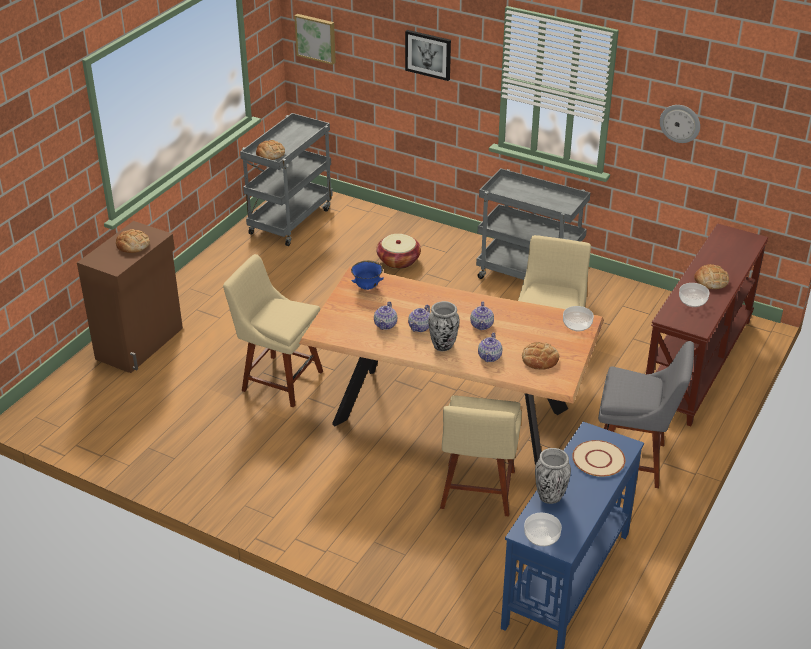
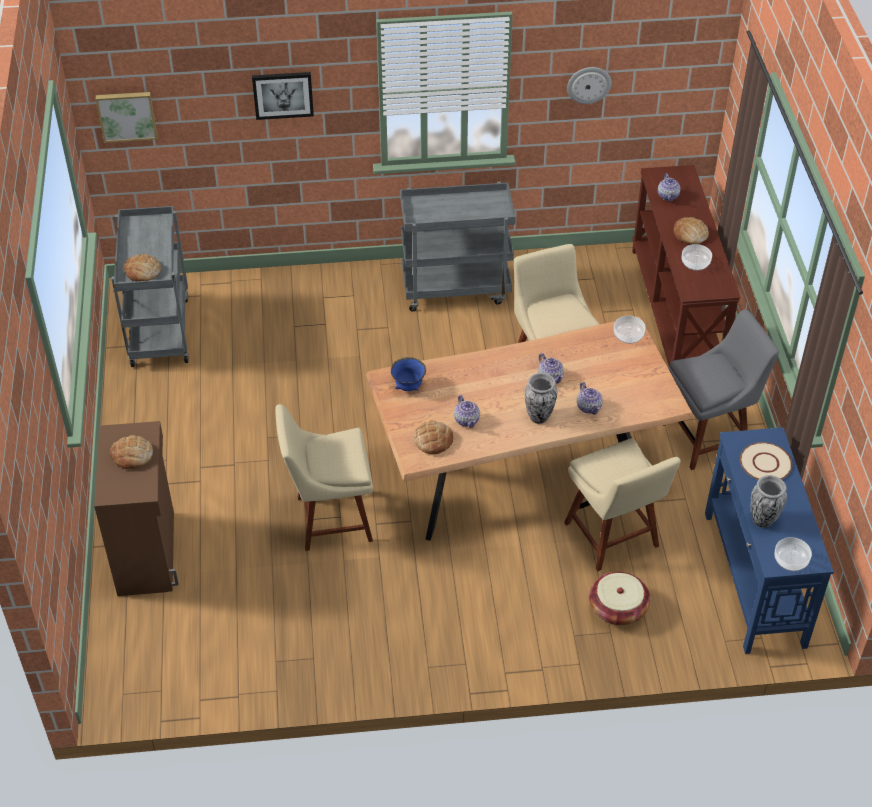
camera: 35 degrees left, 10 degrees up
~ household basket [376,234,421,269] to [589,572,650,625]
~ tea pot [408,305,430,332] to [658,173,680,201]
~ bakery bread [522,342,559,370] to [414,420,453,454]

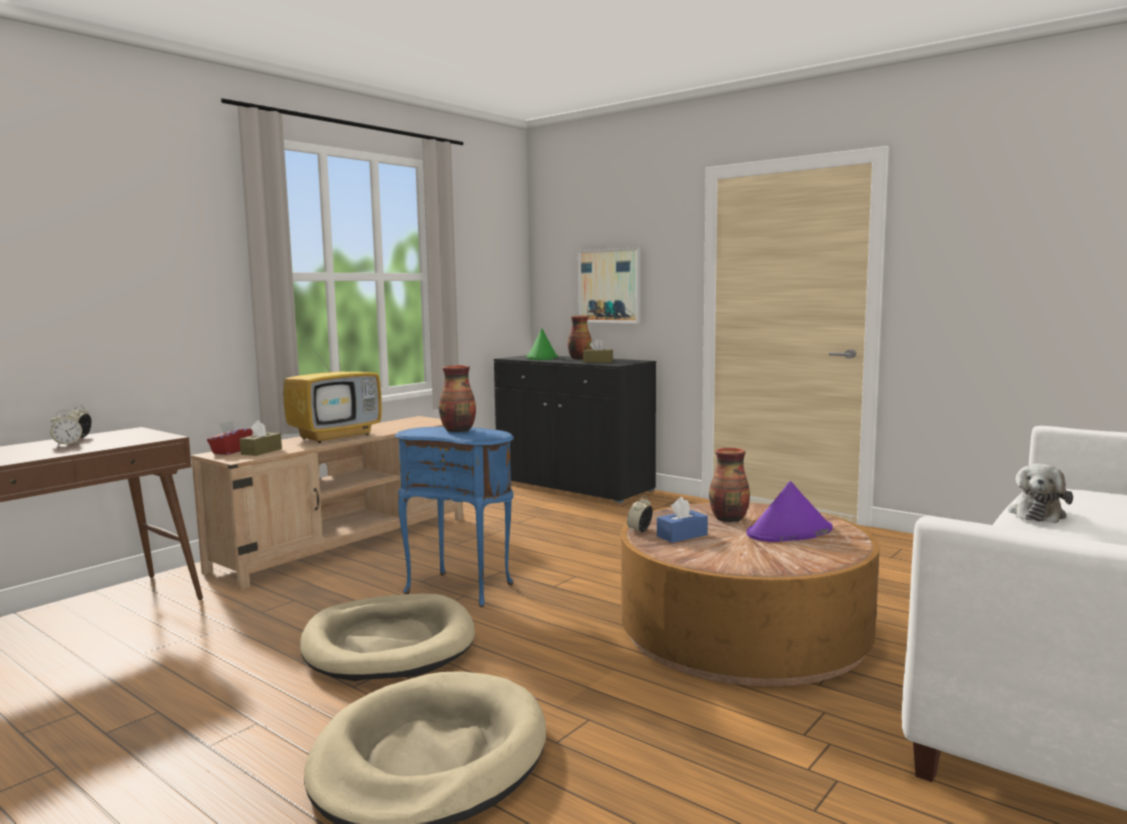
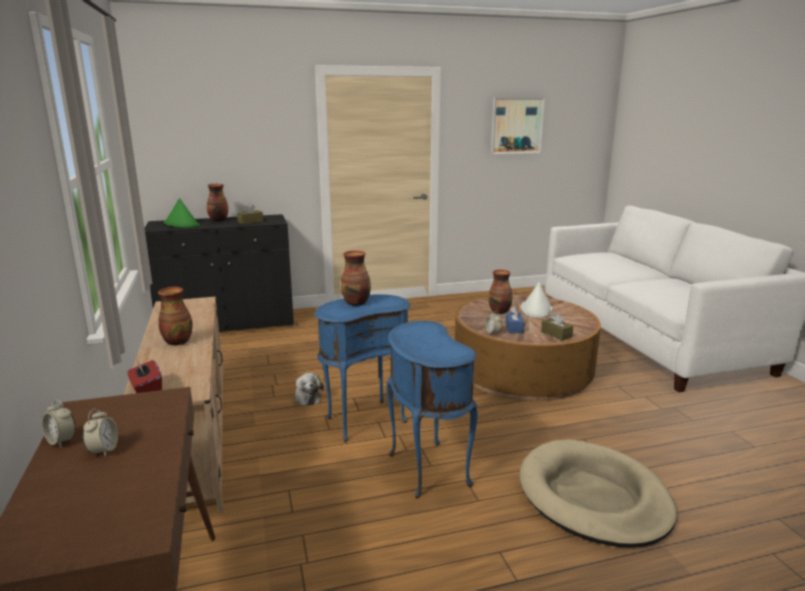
camera: 55 degrees left, 10 degrees up
~ box of tissues/brown [240,420,282,456] to [541,312,573,341]
~ television [283,326,382,443] to flower vase [158,287,193,345]
~ pet bed/sand-coloured [300,594,475,681] to end table/blue [387,321,478,498]
~ wall picture [578,247,641,324] to [491,97,545,154]
~ wearable hat/purple [747,481,833,542] to wearable hat/white-coloured [521,282,552,318]
~ soft toy [1008,463,1073,523] to [294,373,324,406]

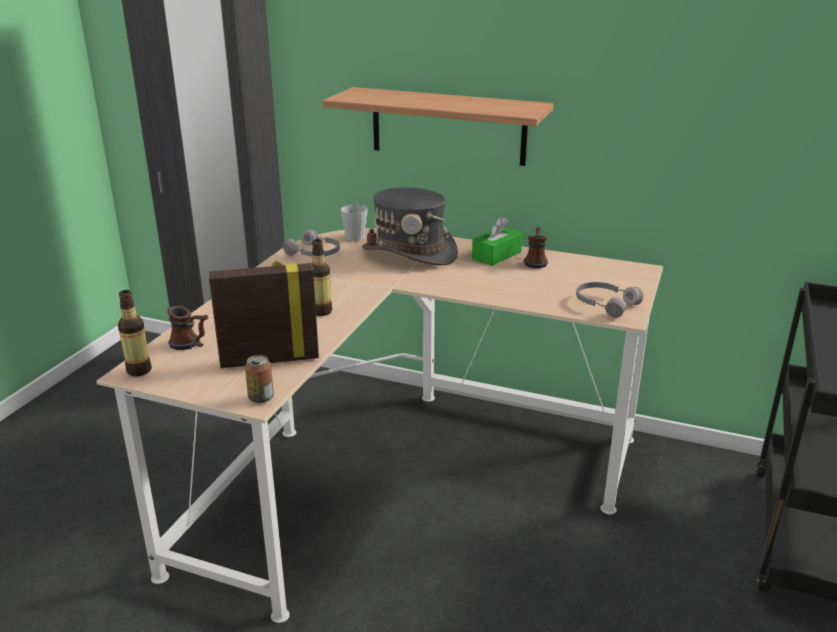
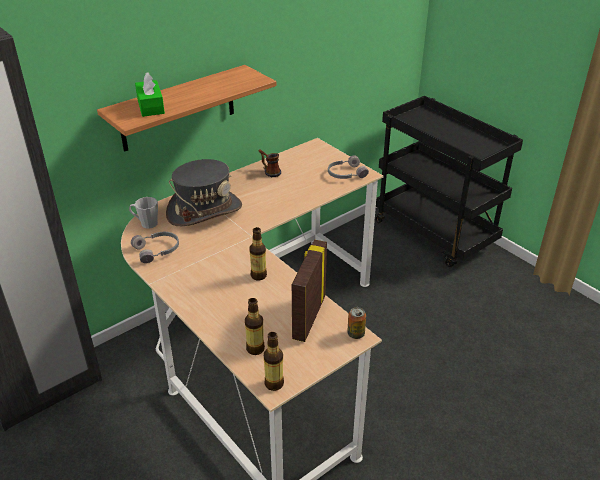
camera: 60 degrees left, 10 degrees up
~ mug [167,306,208,350] to bottle [245,298,265,355]
~ box of tissues/green [472,217,522,266] to [135,72,165,117]

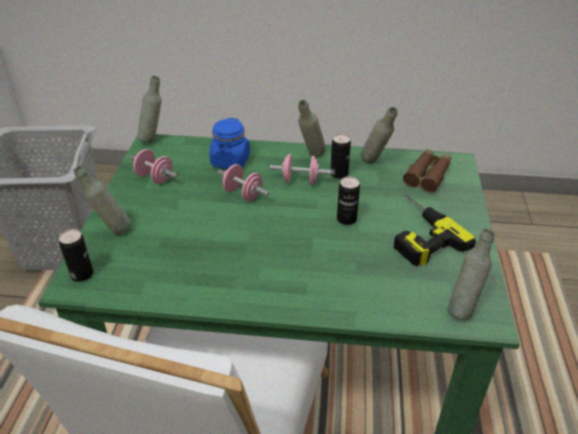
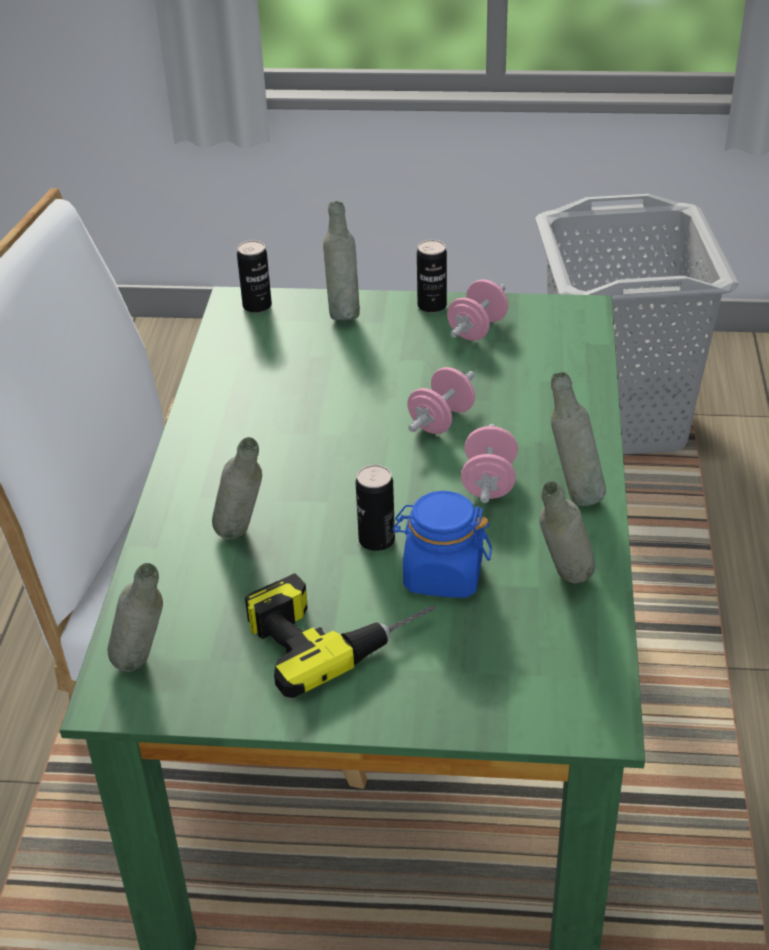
camera: 90 degrees right, 0 degrees up
~ bottle/gray [137,76,161,143] to [212,437,262,540]
~ preserve jar/blue [209,118,250,169] to [393,491,492,598]
~ can [330,134,351,179] to [417,240,447,313]
- binoculars/brown [403,149,452,193]

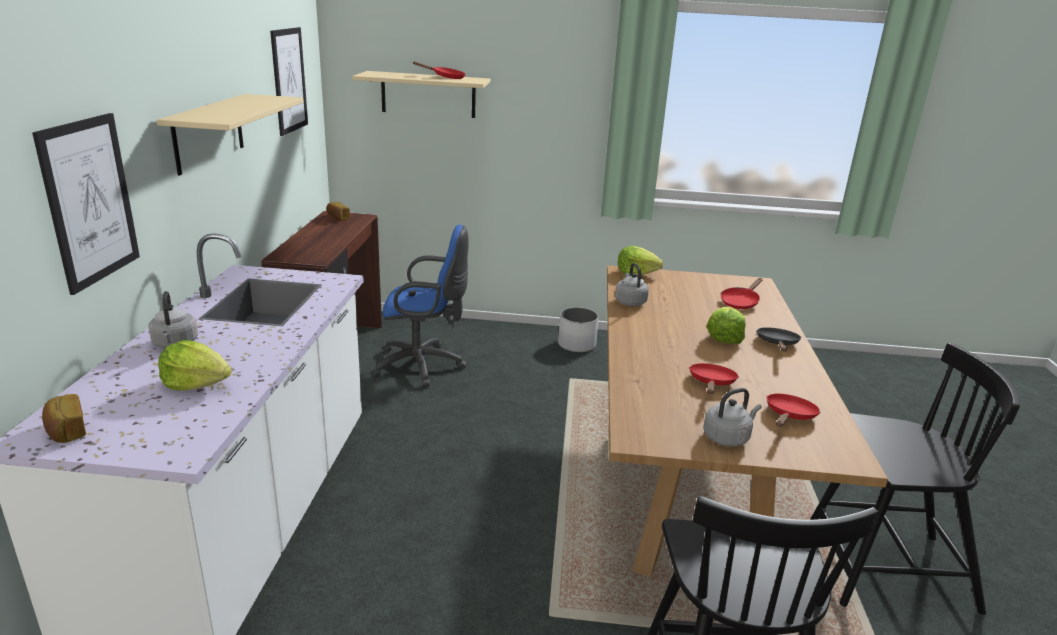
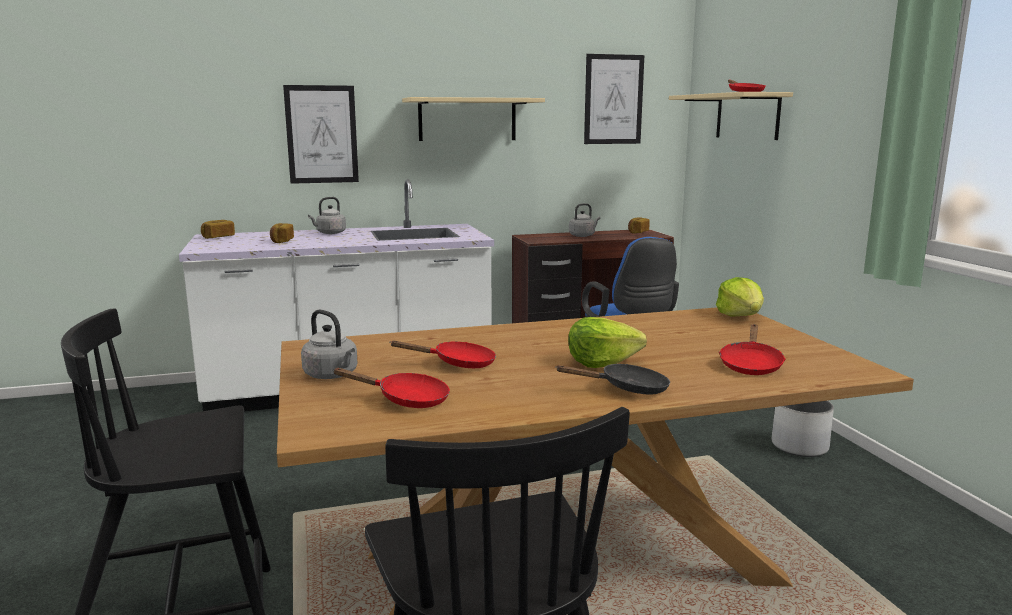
camera: 70 degrees right, 10 degrees down
~ head of lettuce [158,340,232,391] to bakery bread [270,223,294,243]
~ tea kettle/gray [615,263,649,306] to [569,203,600,237]
~ pan/reddish [721,278,762,309] = [719,324,786,375] 90 degrees counterclockwise

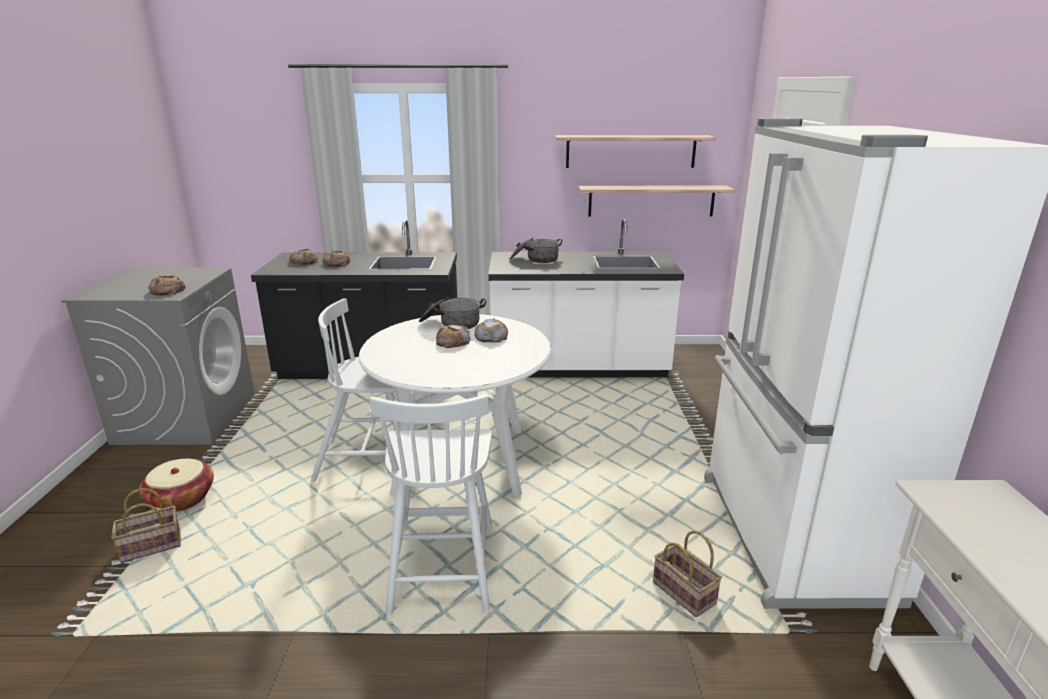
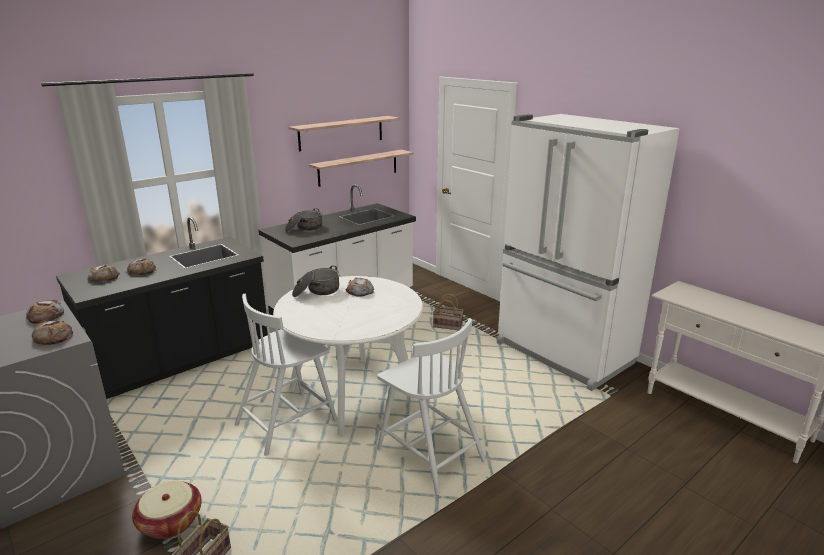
camera: 40 degrees left, 0 degrees up
~ bakery bread [436,325,470,348] to [26,300,64,323]
~ household basket [653,531,722,617] to [433,294,464,330]

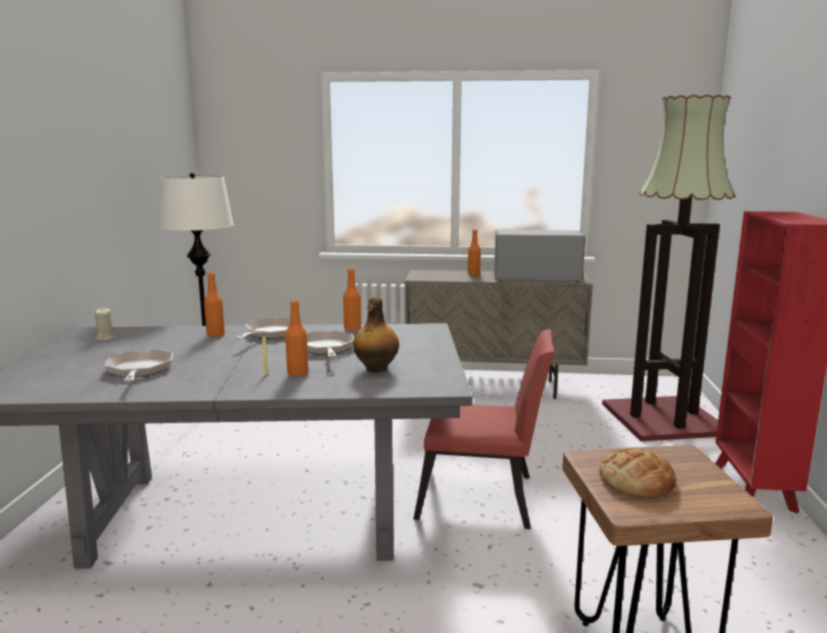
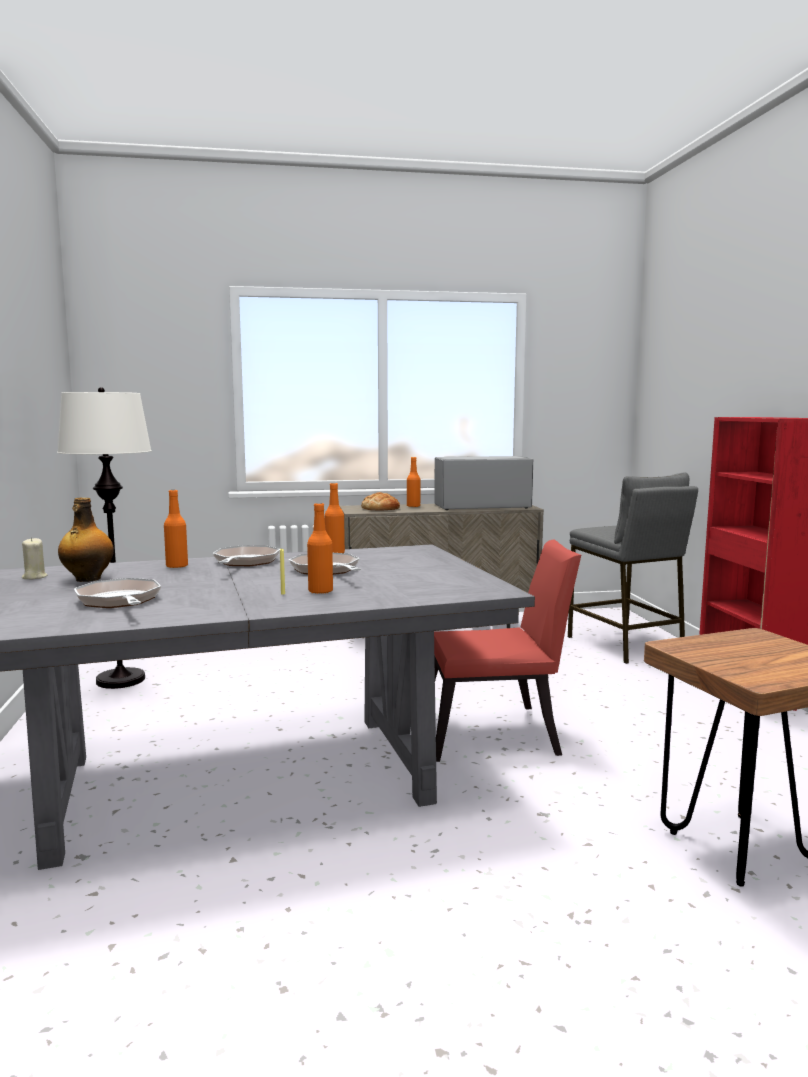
camera: 15 degrees left, 5 degrees down
~ bottle [353,297,399,373] to [58,498,114,582]
~ bakery bread [599,448,676,497] to [361,492,400,511]
~ standard lamp [602,95,736,441] to sitting stool/gray [568,473,698,664]

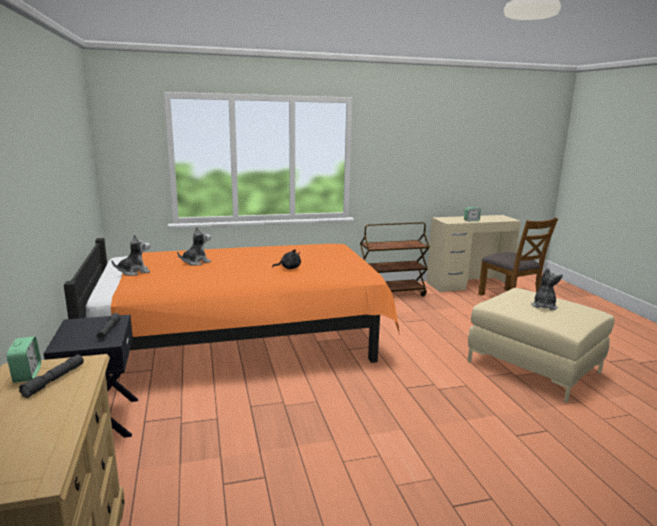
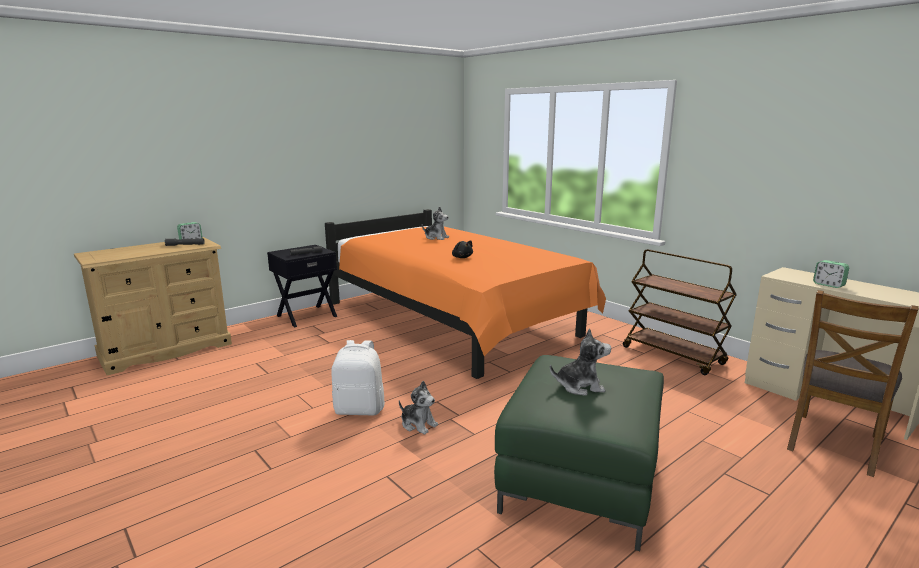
camera: 65 degrees right, 0 degrees up
~ soft toy [111,234,150,276] to [399,381,438,434]
~ footrest/sand-coloured [468,288,615,403] to footrest/green [494,355,664,551]
+ knapsack/white-coloured [331,340,385,415]

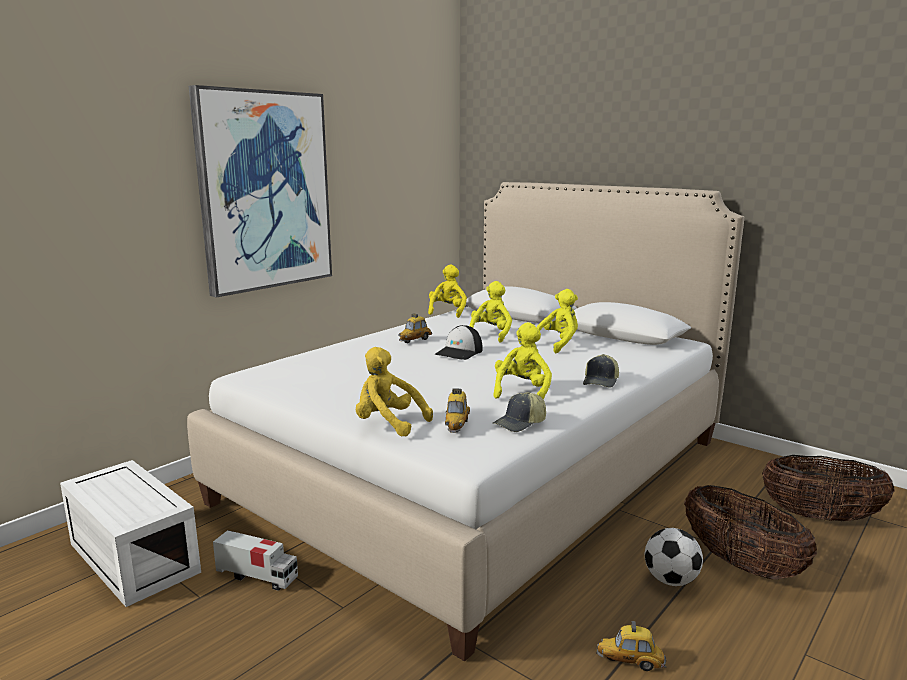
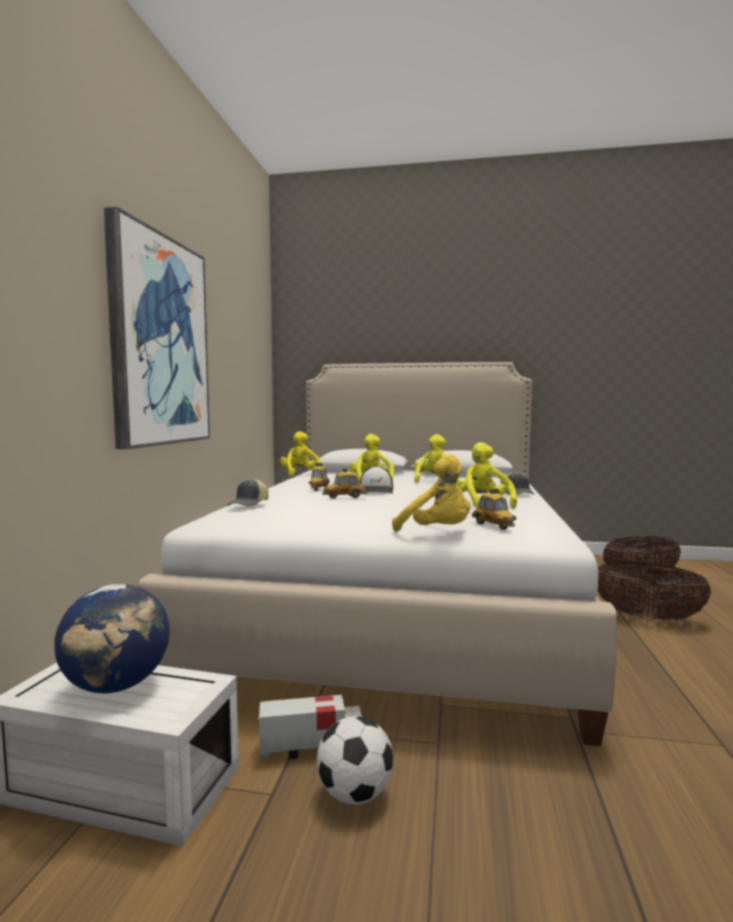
camera: 30 degrees left, 10 degrees down
~ soft toy/yellow [356,347,433,436] = [392,455,470,532] 135 degrees counterclockwise
~ baseball cap [493,392,546,432] to [227,478,268,507]
~ model car [596,621,666,671] to [322,468,367,498]
~ football ball [645,528,703,586] to [317,716,393,804]
+ world globe [54,584,169,693]

